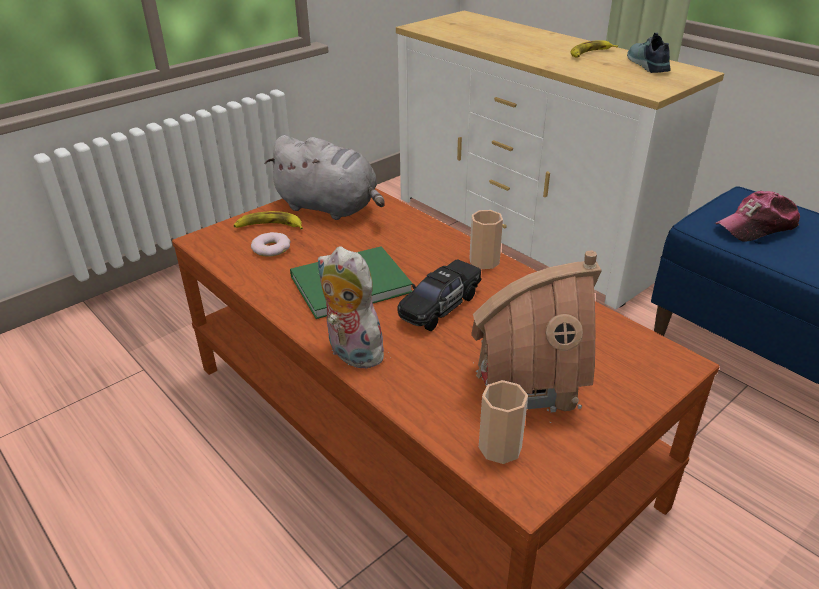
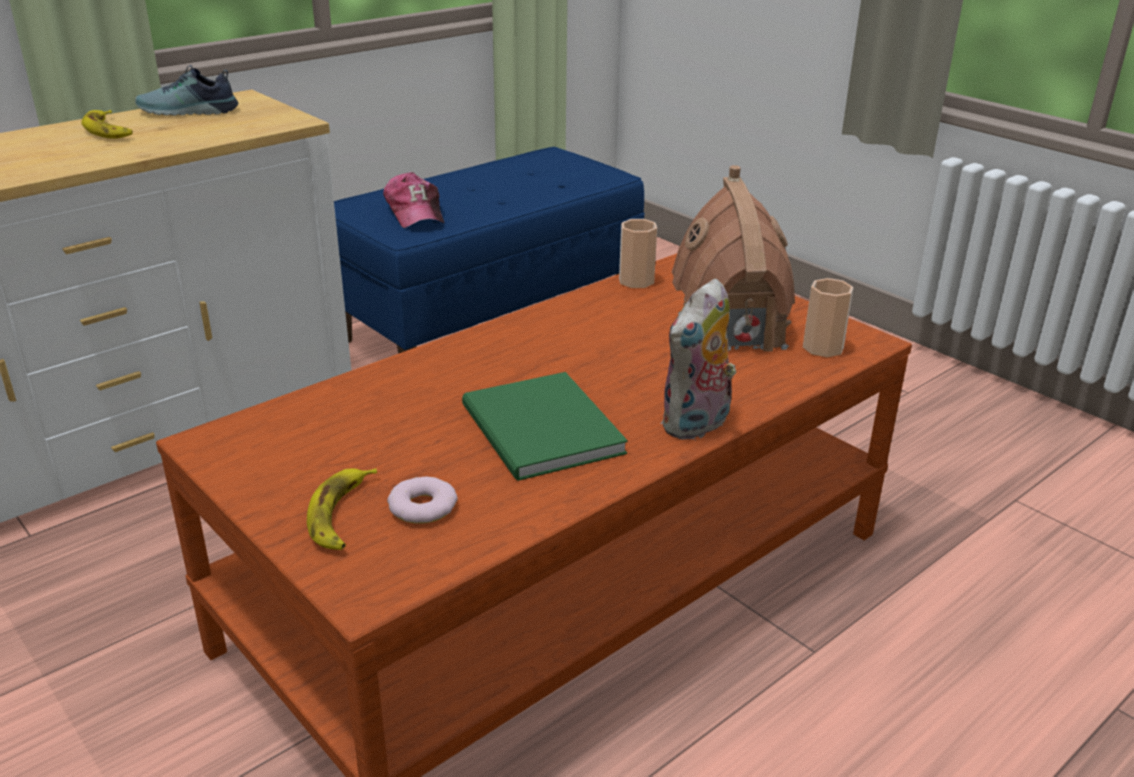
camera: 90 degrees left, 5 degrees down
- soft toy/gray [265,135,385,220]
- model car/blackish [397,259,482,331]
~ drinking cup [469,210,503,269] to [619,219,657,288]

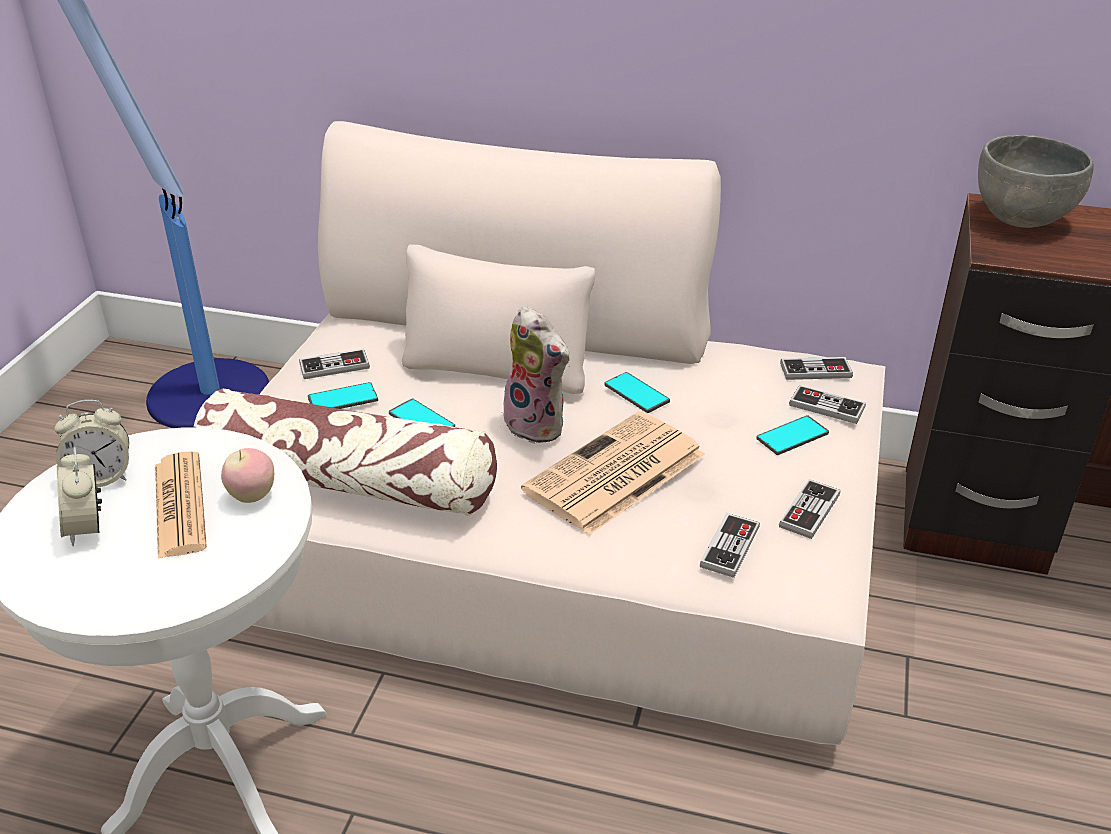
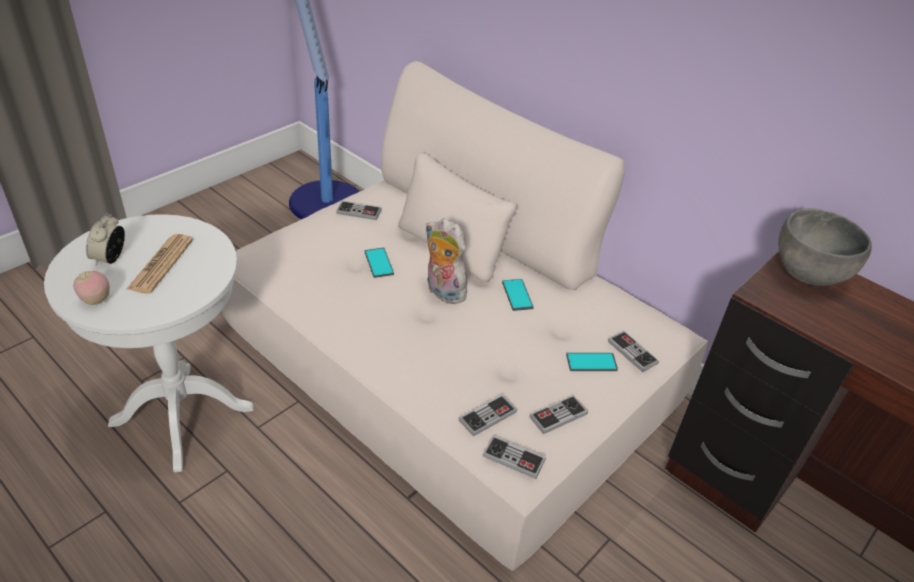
camera: 25 degrees right, 5 degrees up
- bedside clock [54,400,129,487]
- pillow [193,389,497,516]
~ apple [221,448,274,503] to [73,271,110,305]
- phone [308,382,378,409]
~ soft toy [502,306,569,444] = [425,218,467,304] 150 degrees clockwise
- daily paper [521,411,705,535]
~ game controller [780,357,853,380] to [483,435,546,479]

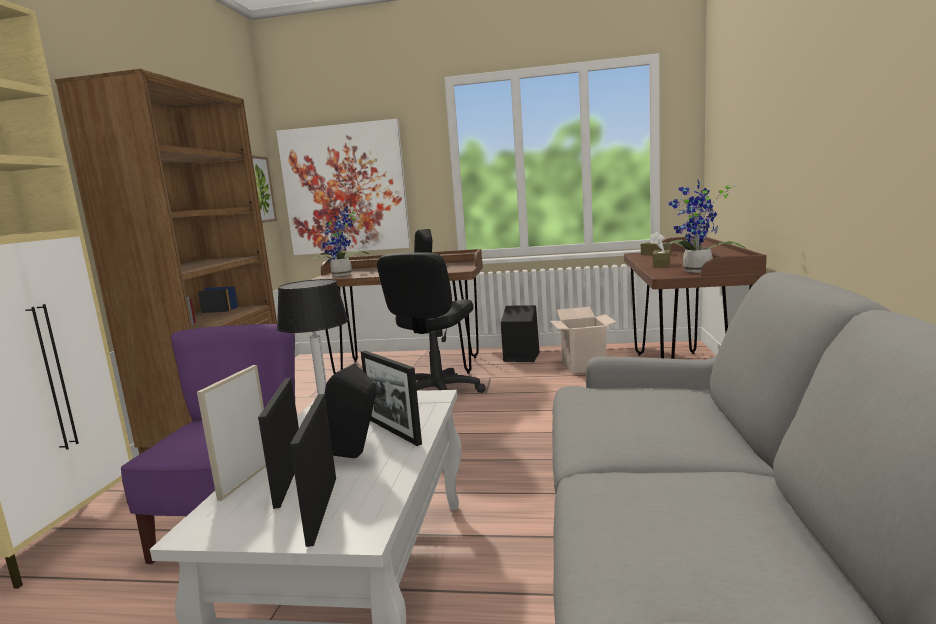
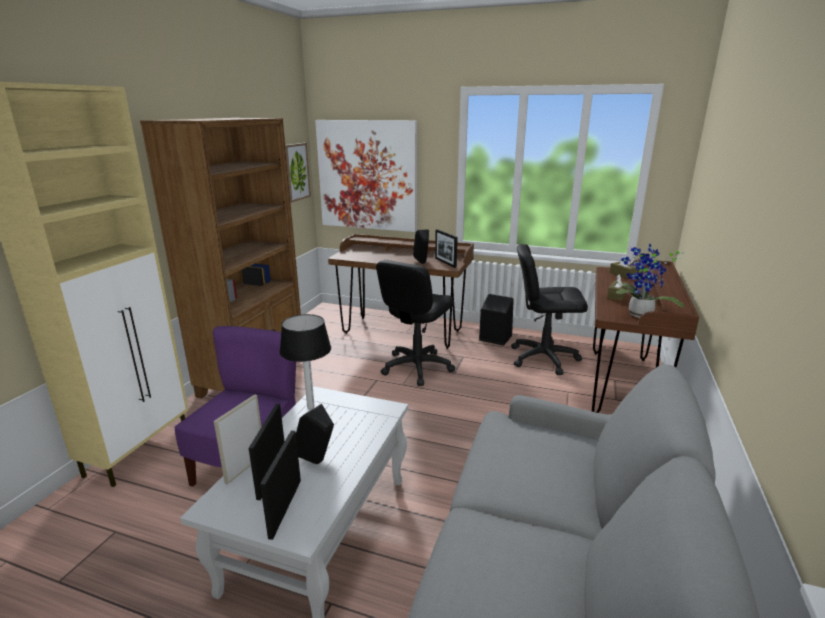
camera: 10 degrees right, 10 degrees up
- potted plant [312,206,369,276]
~ standing frame [361,351,422,446] to [435,229,458,268]
~ packing box [550,307,616,374] to computer chair/blackish [511,244,588,375]

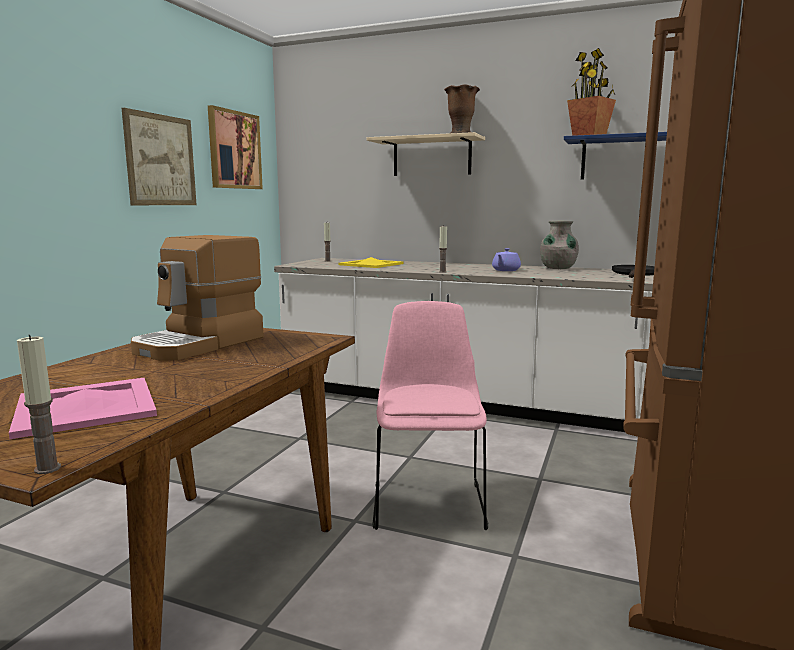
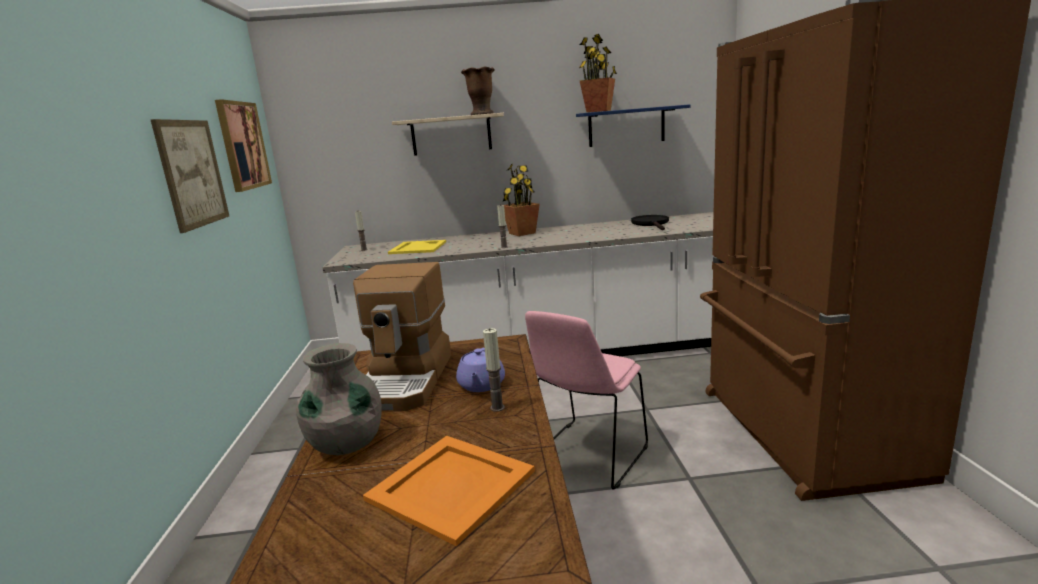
camera: 25 degrees left, 5 degrees up
~ serving tray/pink [9,378,157,439] to serving tray/orange [363,436,535,546]
~ wax light [17,335,61,474] to [483,328,505,412]
~ plain chair/pink [372,301,488,530] = [525,311,648,490] 120 degrees counterclockwise
~ tea pot/purple [492,248,521,271] to [456,348,505,392]
~ flower vase/gray [540,220,579,269] to [296,343,382,455]
+ potted plant [503,164,540,236]

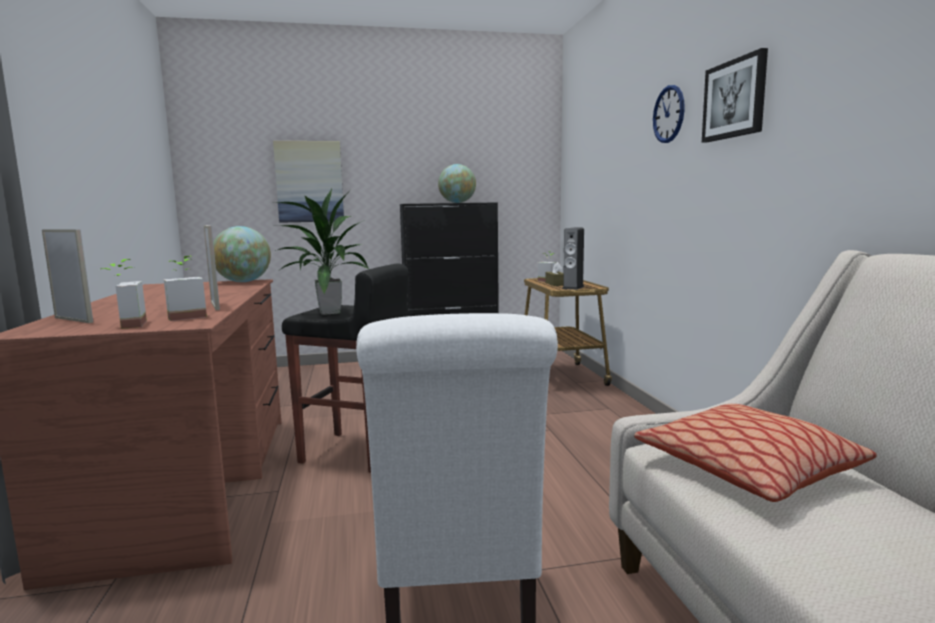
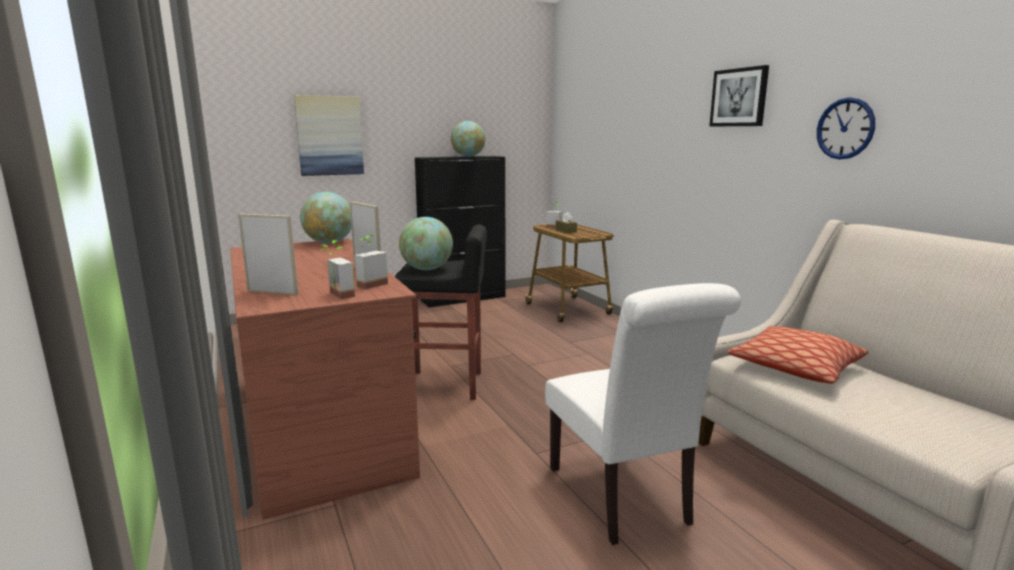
camera: 15 degrees left, 5 degrees up
~ potted plant [275,189,369,315] to world globe [399,217,453,270]
- speaker [562,228,584,290]
~ hanging clock [653,85,685,143] to [817,97,875,159]

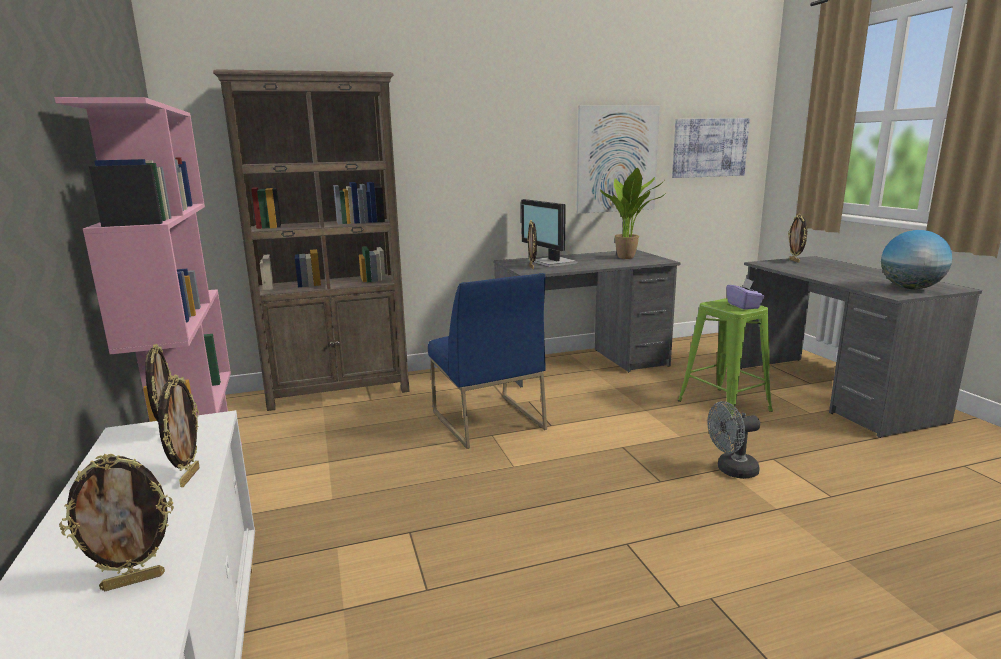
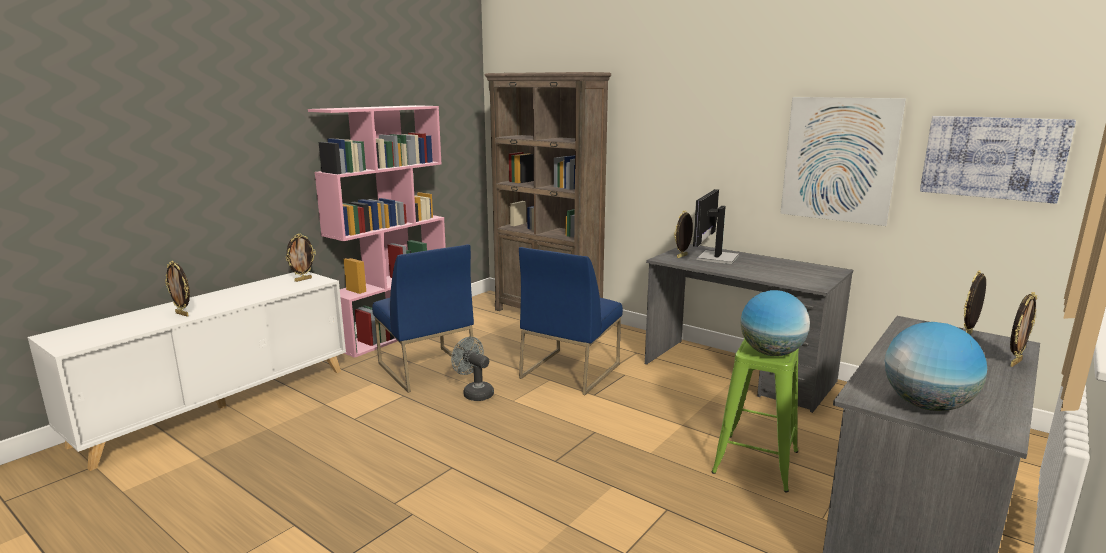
camera: 55 degrees right, 0 degrees up
~ standing frame [158,374,200,487] to [1010,292,1037,367]
- potted plant [600,168,666,259]
~ fan/gray [707,401,760,479] to [451,337,494,401]
~ box of tissues/purple [726,278,765,310] to world globe [741,290,810,356]
+ plain chair/blue [372,244,474,393]

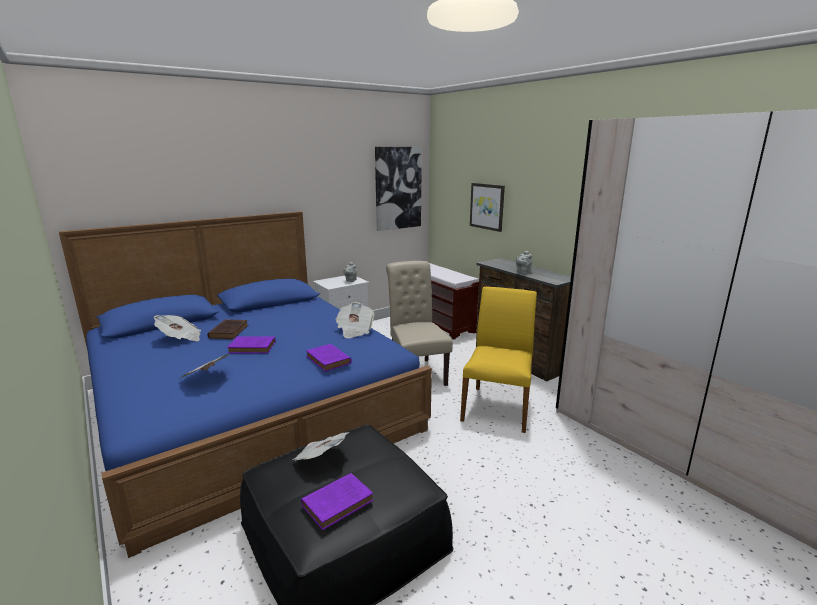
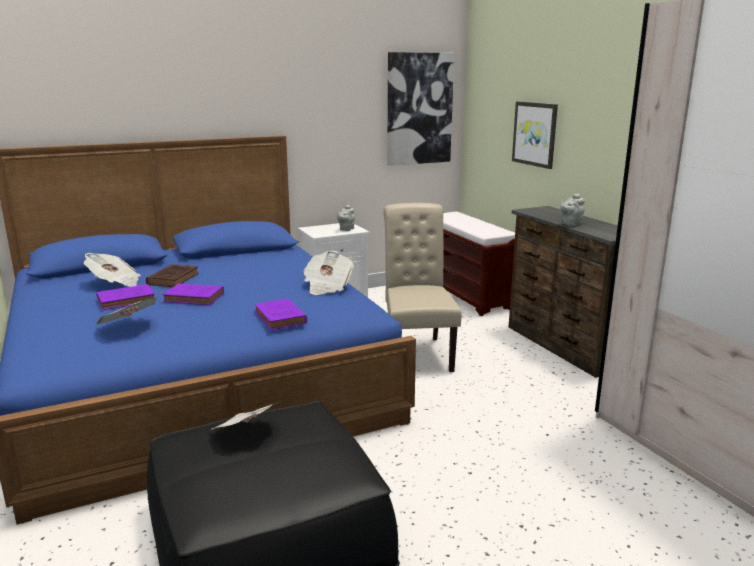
camera: 10 degrees right, 0 degrees up
~ bound book/purple [301,473,374,530] to [97,284,155,310]
- plain chair/yellow [460,287,537,433]

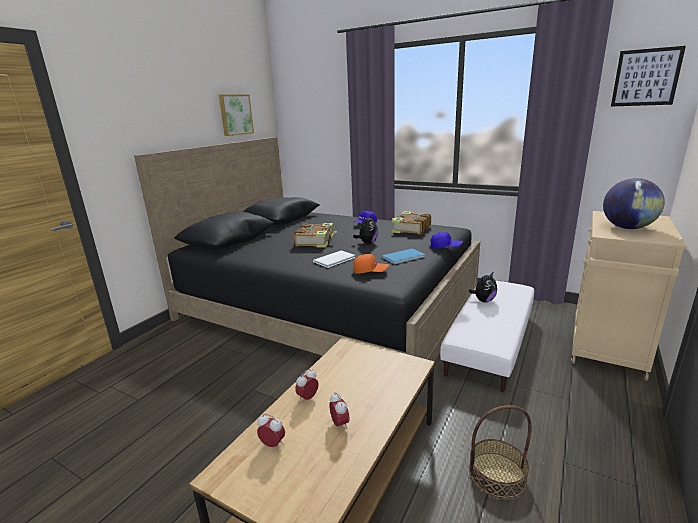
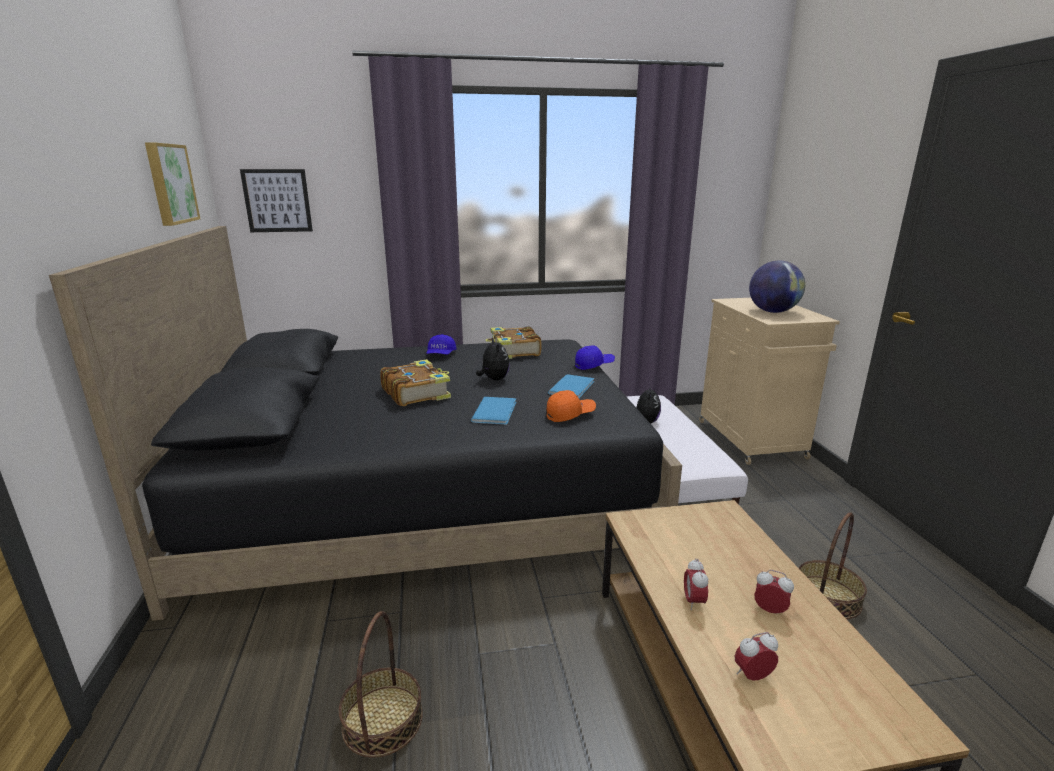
camera: 40 degrees left, 0 degrees up
~ bound book/white-coloured [313,250,355,268] to bound book/blue [471,397,516,425]
~ wall picture [611,46,686,107] to [240,169,313,232]
+ household basket [339,611,423,758]

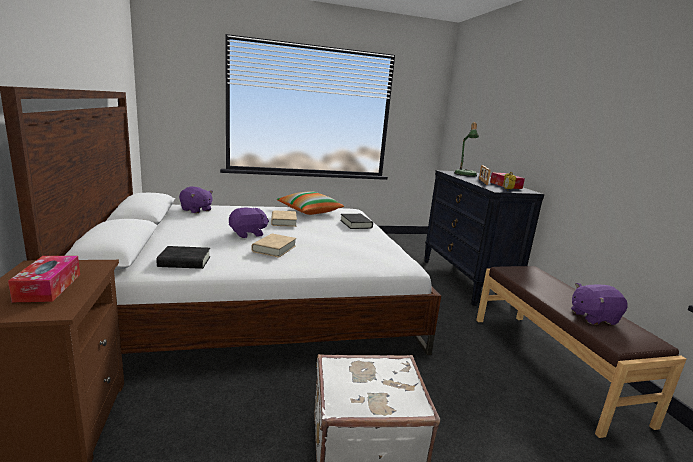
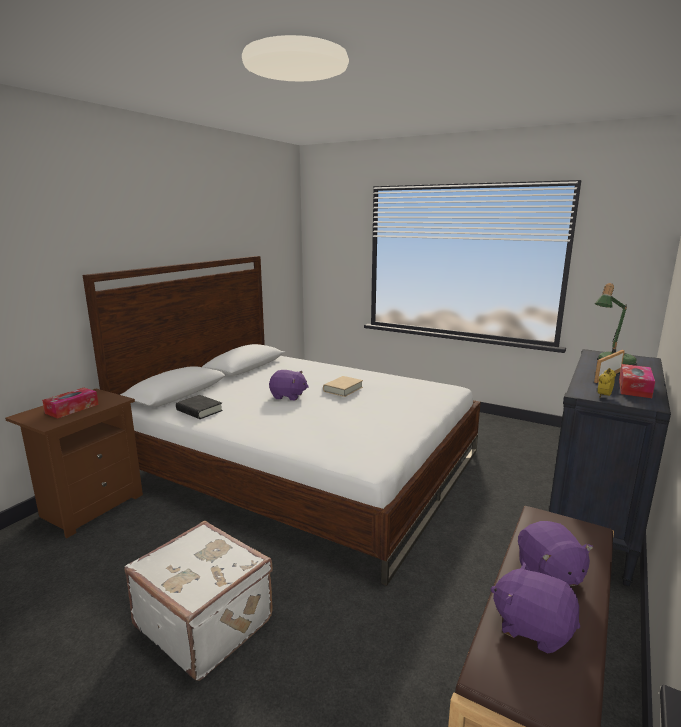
camera: 45 degrees right, 0 degrees up
~ soft toy/purple [179,186,213,214] to [518,521,593,586]
- bound book/sand-coloured [251,234,296,258]
- pillow [276,191,344,215]
- bound book/blackish [340,214,373,229]

